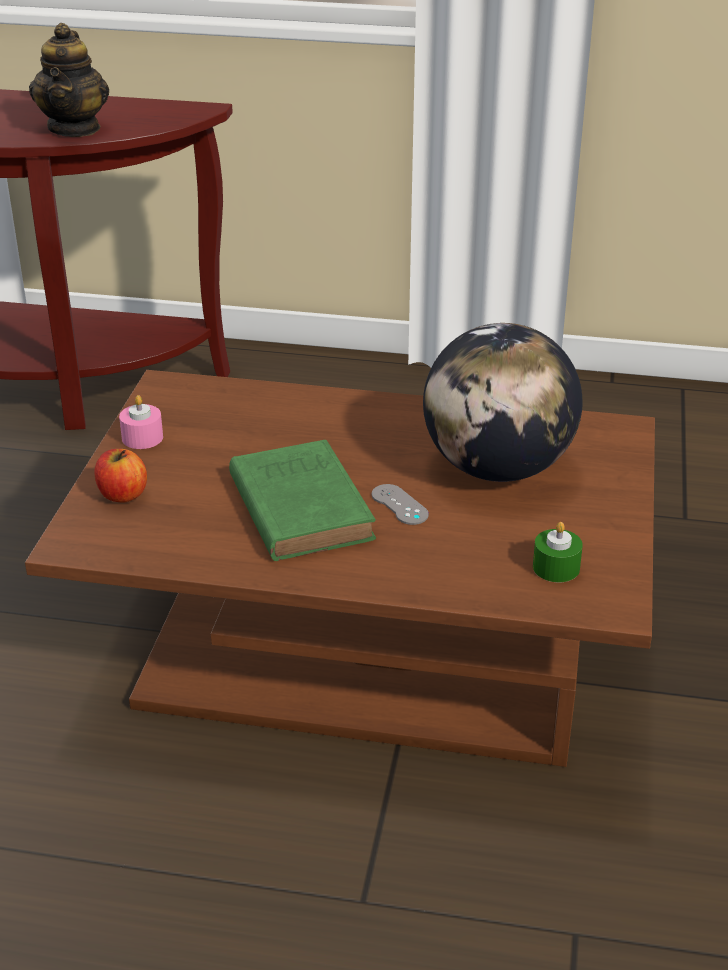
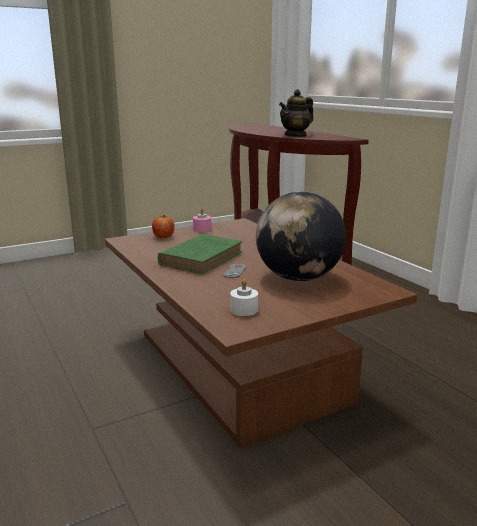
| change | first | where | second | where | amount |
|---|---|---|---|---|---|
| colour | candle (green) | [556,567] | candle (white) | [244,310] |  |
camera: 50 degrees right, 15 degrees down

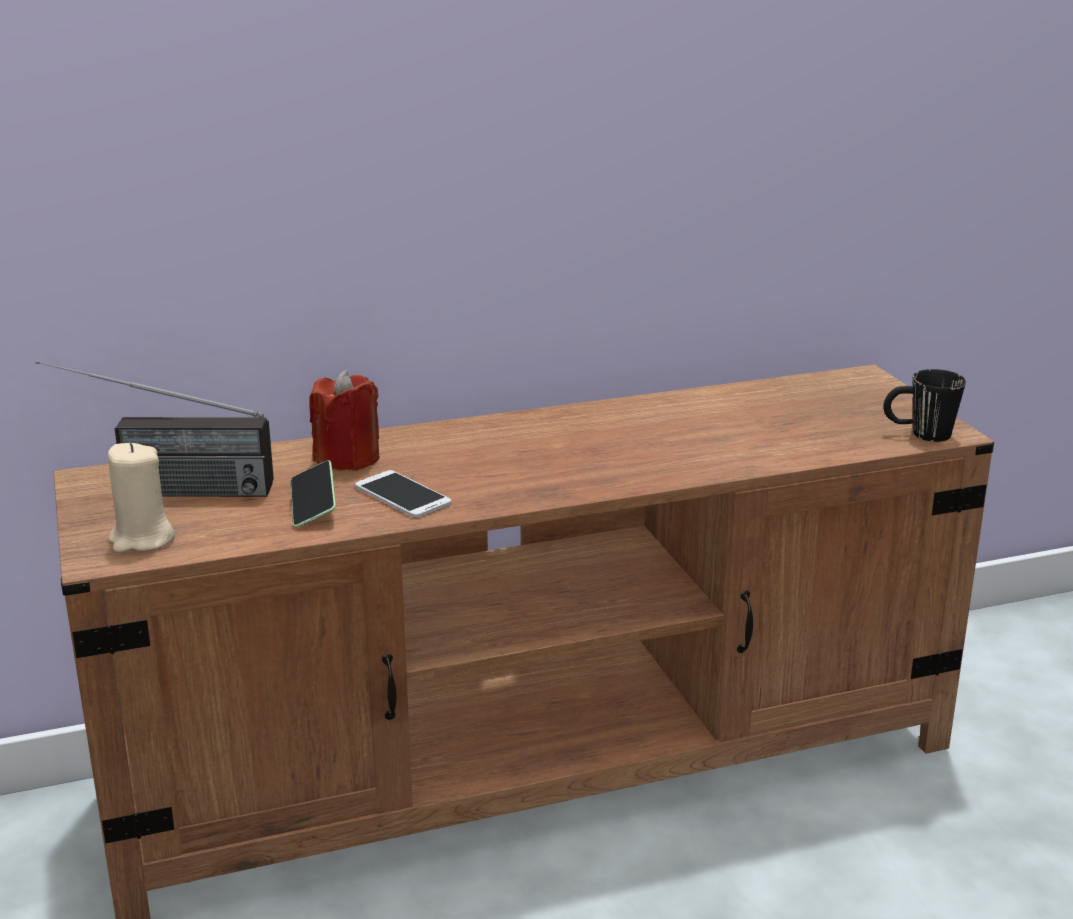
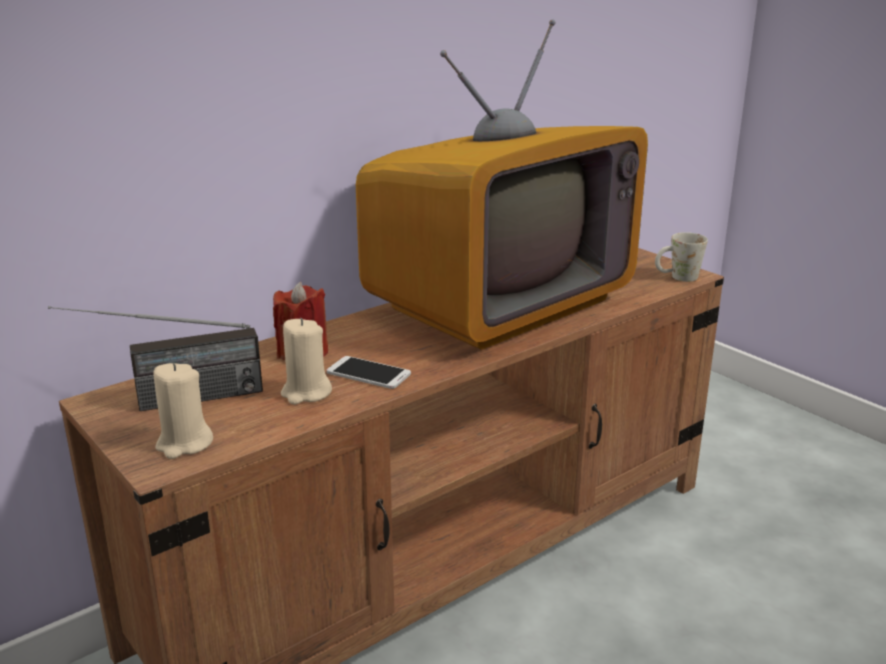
| change | first | where | second | where | amount |
|---|---|---|---|---|---|
| exchanged | phone | [313,506] | candle (beige) | [306,393] |  |
| colour | mug (black) | [919,434] | mug (white) | [677,278] |  |
| appeared |  |  | television | [498,304] |  |
camera: 20 degrees left, 0 degrees up

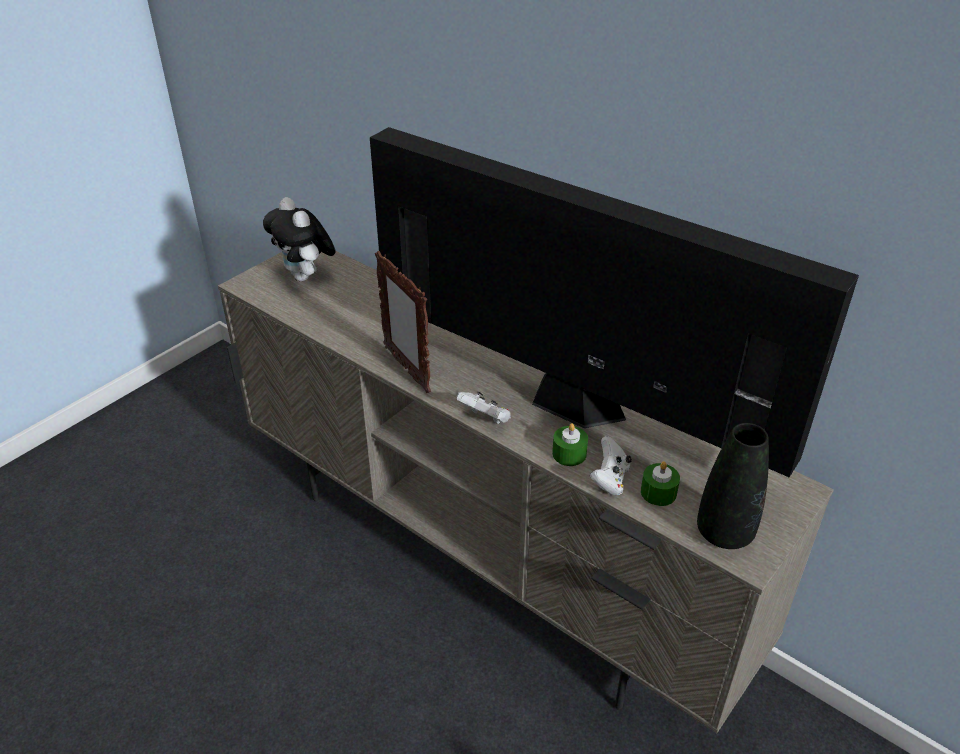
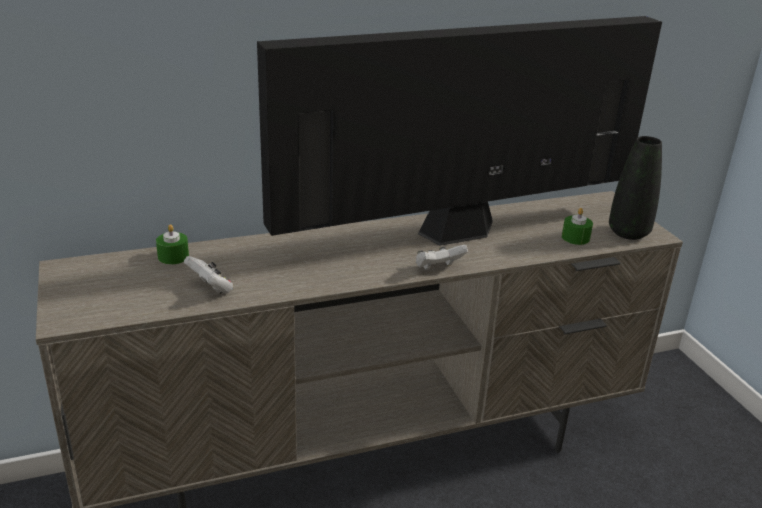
| change | first | where | second | where | amount |
|---|---|---|---|---|---|
| missing | plush toy | [305,277] |  |  |  |
| missing | picture frame | [406,369] |  |  |  |
| relocated | candle (green) | [569,454] |  | [173,256] |  |
| relocated | game controller (white) | [609,479] |  | [211,288] |  |
camera: 60 degrees left, 10 degrees down

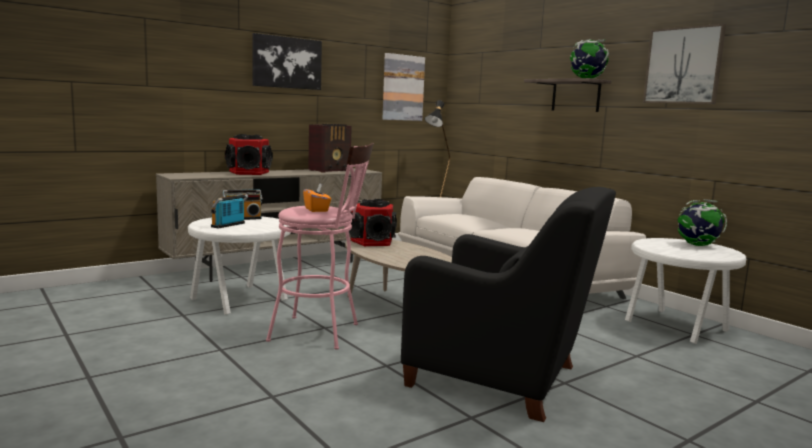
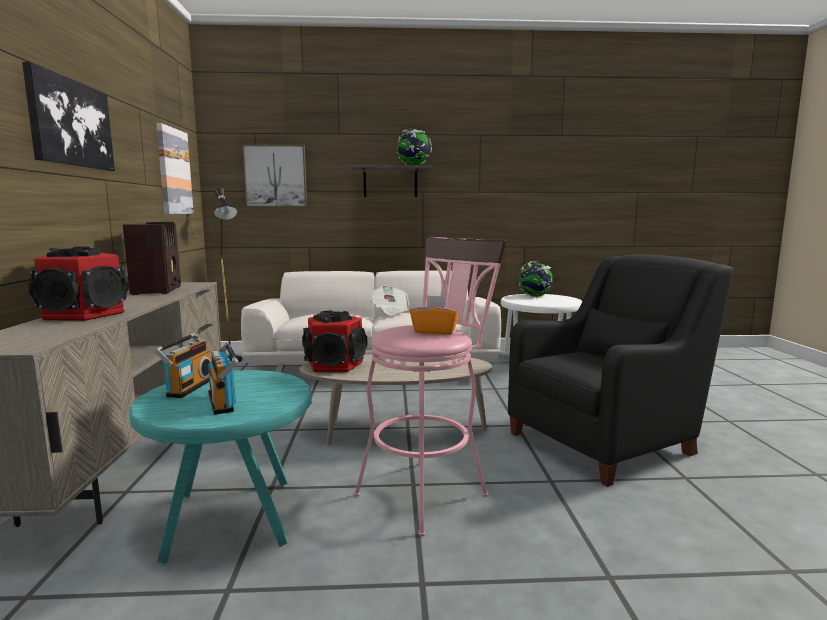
| change | first | where | second | where | amount |
|---|---|---|---|---|---|
| colour | side table (white) | [241,300] | side table (turquoise) | [233,516] |  |
| relocated | picture | [683,65] |  | [275,176] |  |
| appeared |  |  | newspaper | [390,311] |  |
camera: 55 degrees left, 0 degrees up

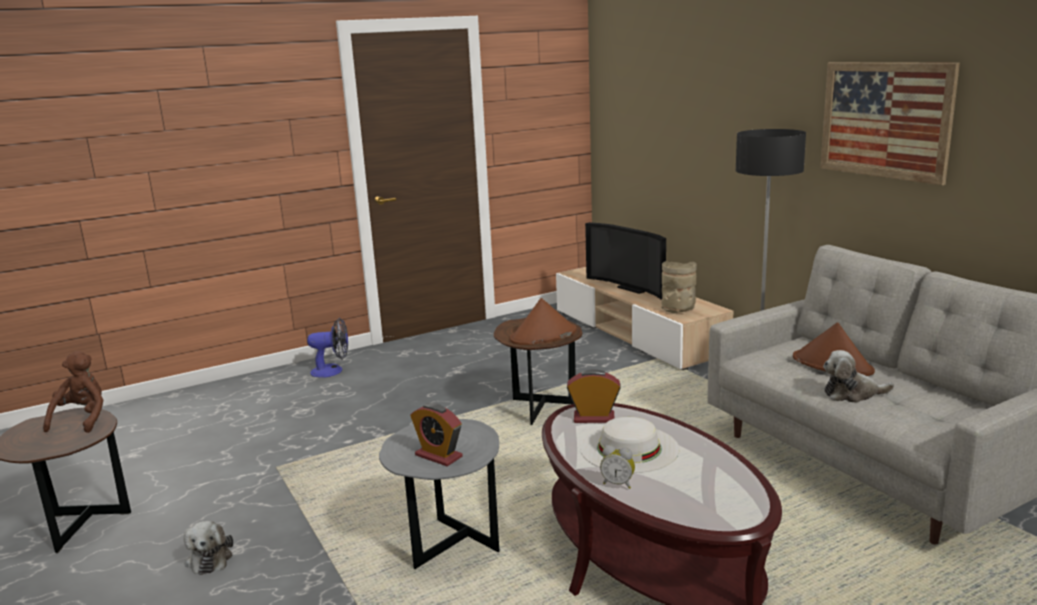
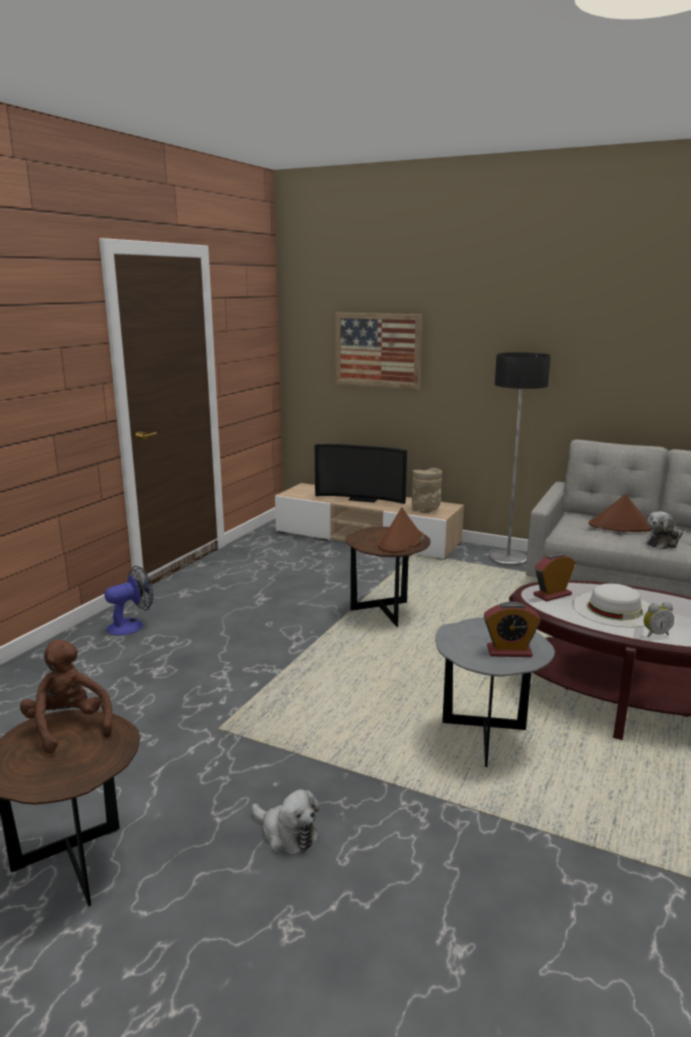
| change | first | where | second | where | amount |
|---|---|---|---|---|---|
| relocated | picture | [885,120] |  | [377,350] |  |
camera: 35 degrees left, 0 degrees up

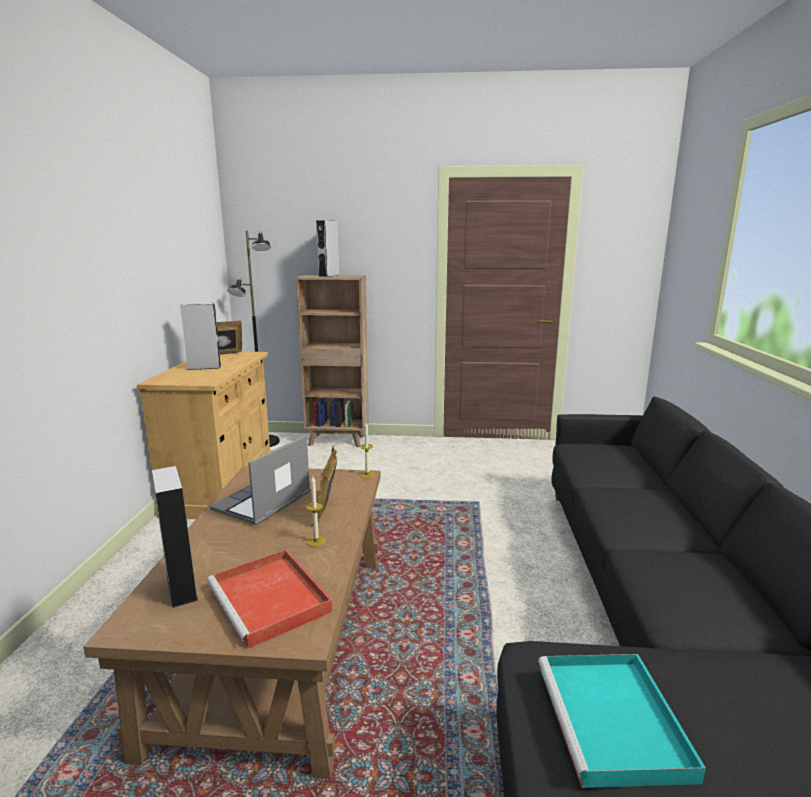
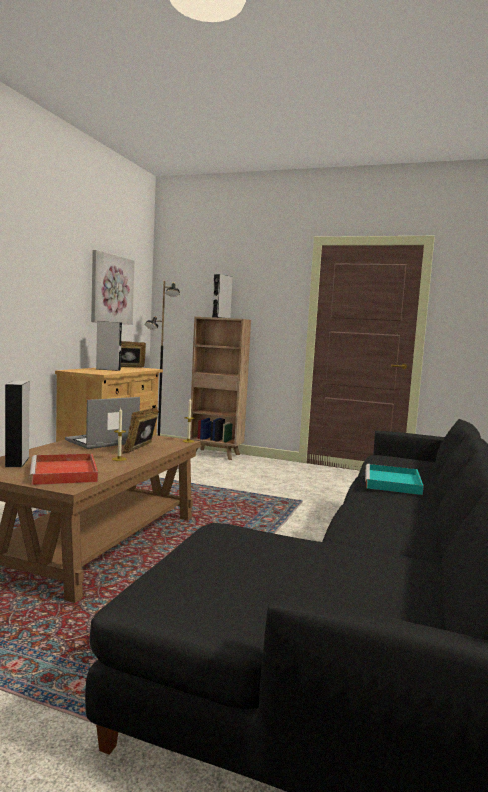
| change | first | where | second | where | amount |
|---|---|---|---|---|---|
| relocated | tray (turquoise) | [614,723] |  | [393,483] |  |
| appeared |  |  | picture | [111,289] |  |
camera: 15 degrees right, 10 degrees down

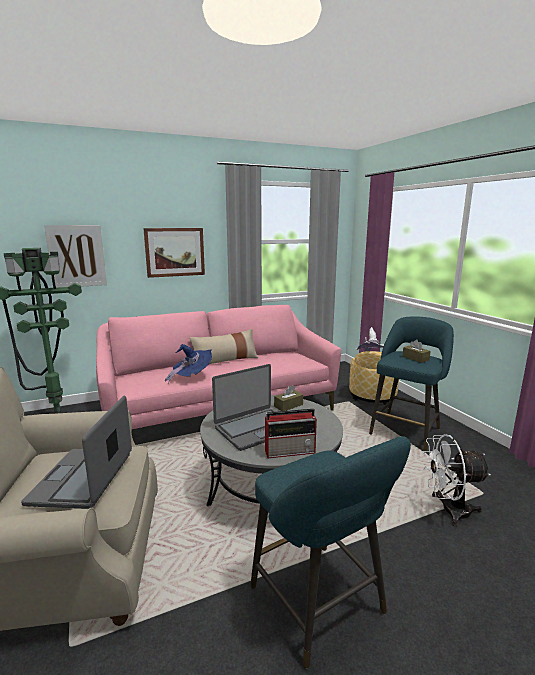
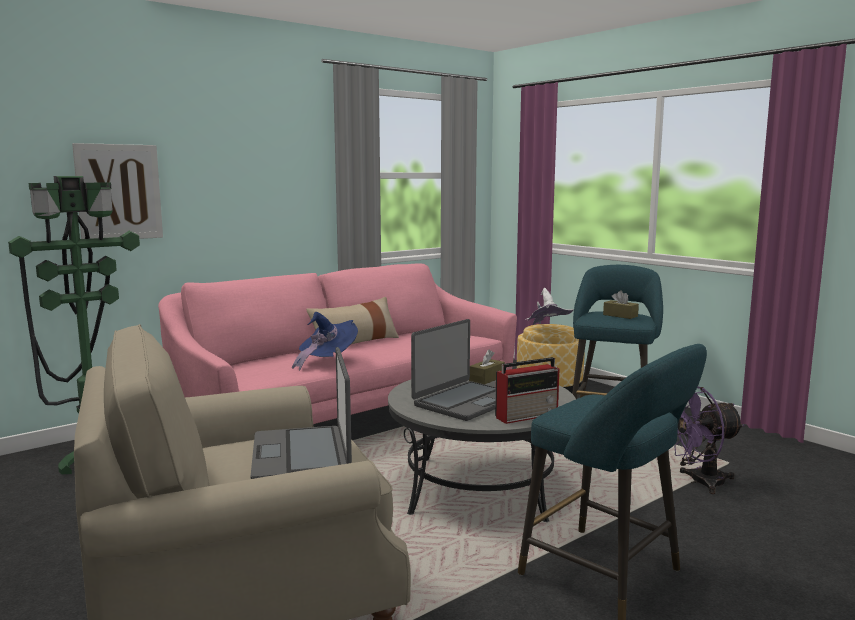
| change | first | where | second | where | amount |
|---|---|---|---|---|---|
| missing | picture | [175,252] |  |  |  |
| colour | fan (white) | [448,511] | fan (purple) | [699,482] |  |
camera: 15 degrees left, 5 degrees down

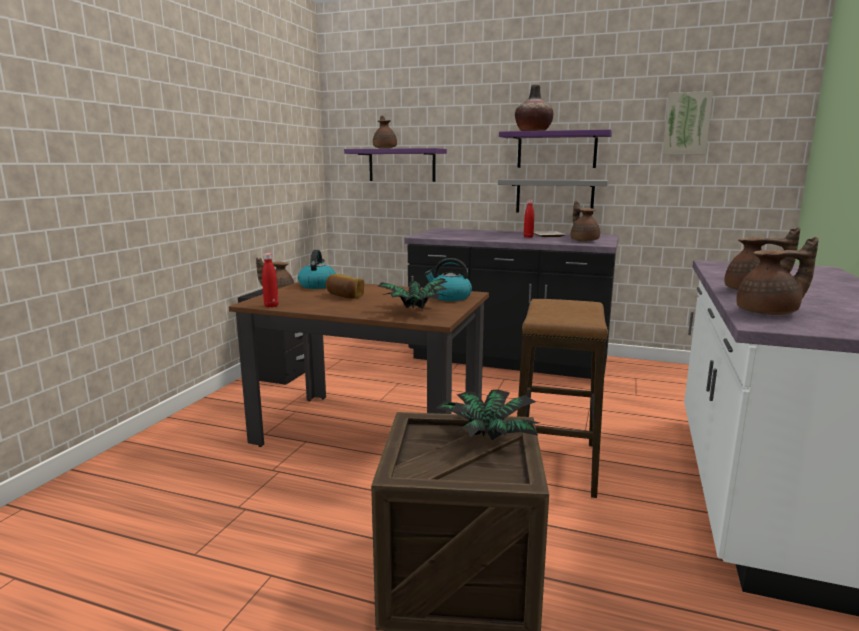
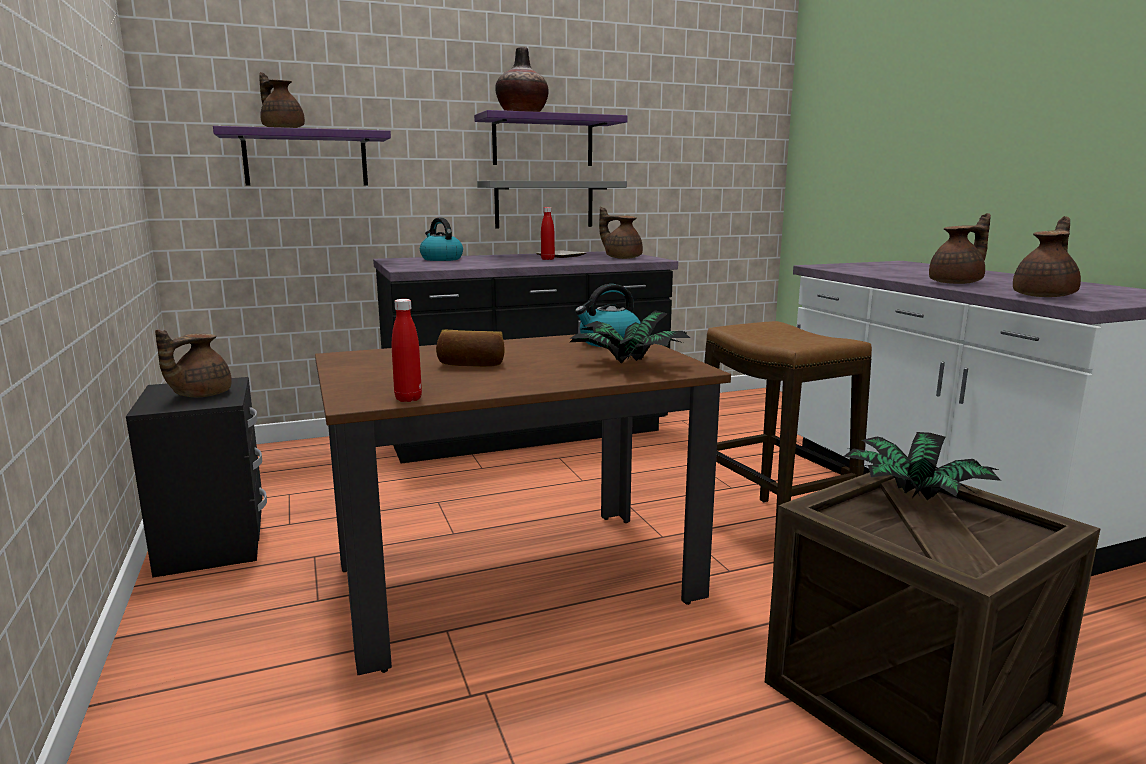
| change | first | where | second | where | amount |
|---|---|---|---|---|---|
| relocated | kettle | [317,285] |  | [441,259] |  |
| missing | picture | [686,124] |  |  |  |
camera: 40 degrees left, 0 degrees up

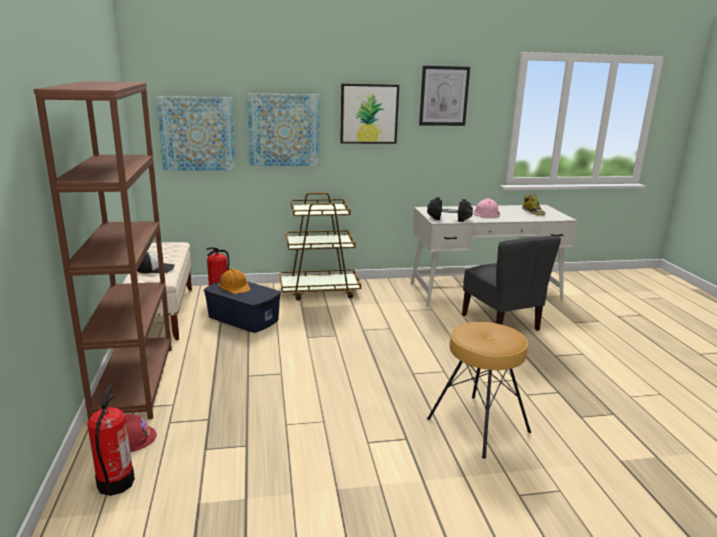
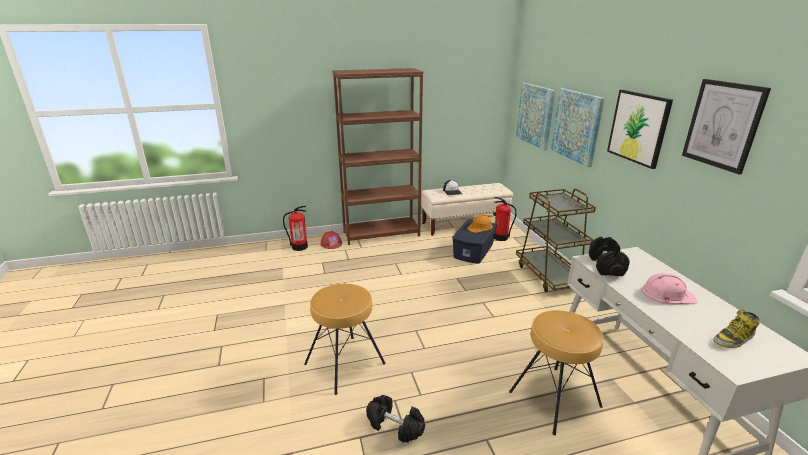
| change | first | where | second | where | amount |
|---|---|---|---|---|---|
| exchanged | chair (grey) | [501,322] | stool (brown) | [554,398] |  |
| appeared |  |  | dumbbell (black) | [394,426] |  |
camera: 85 degrees right, 5 degrees up

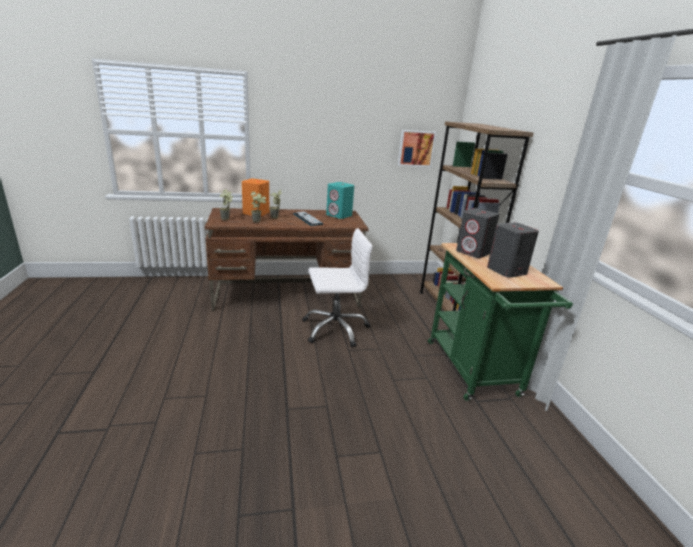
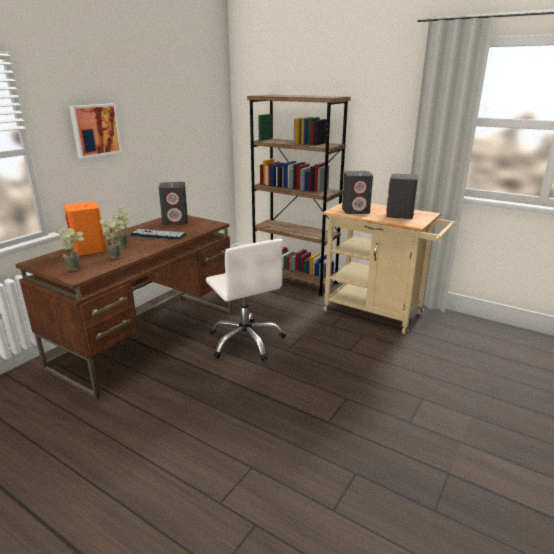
| change | first | where | second | where | amount |
|---|---|---|---|---|---|
| spun | office chair (white) | [335,329] |  | [246,341] | 120 degrees clockwise |
| colour | speaker (turquoise) | [339,215] | speaker (grey) | [175,221] |  |
| relocated | picture | [416,148] |  | [95,130] |  |
| colour | cart (green) | [475,372] | cart (beige) | [378,313] |  |
camera: 45 degrees left, 0 degrees up

